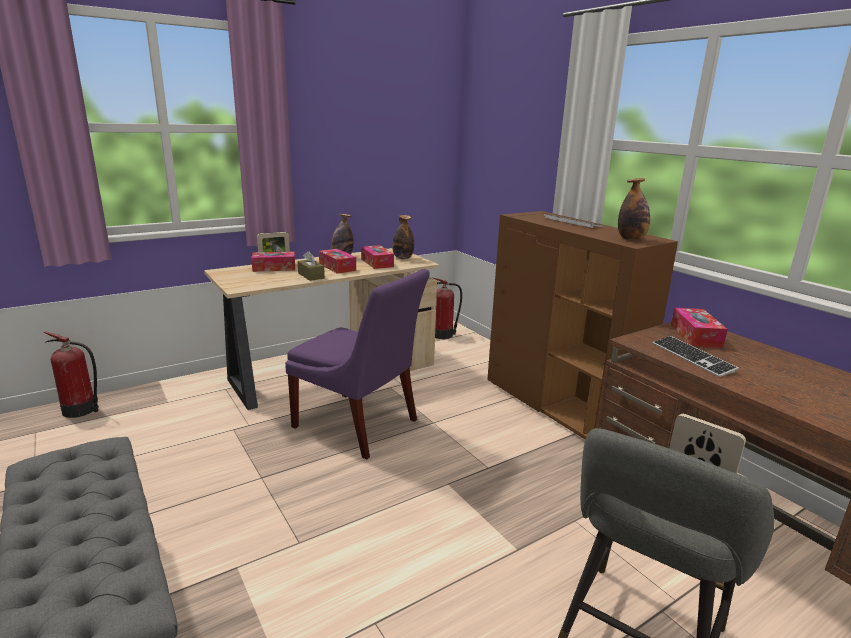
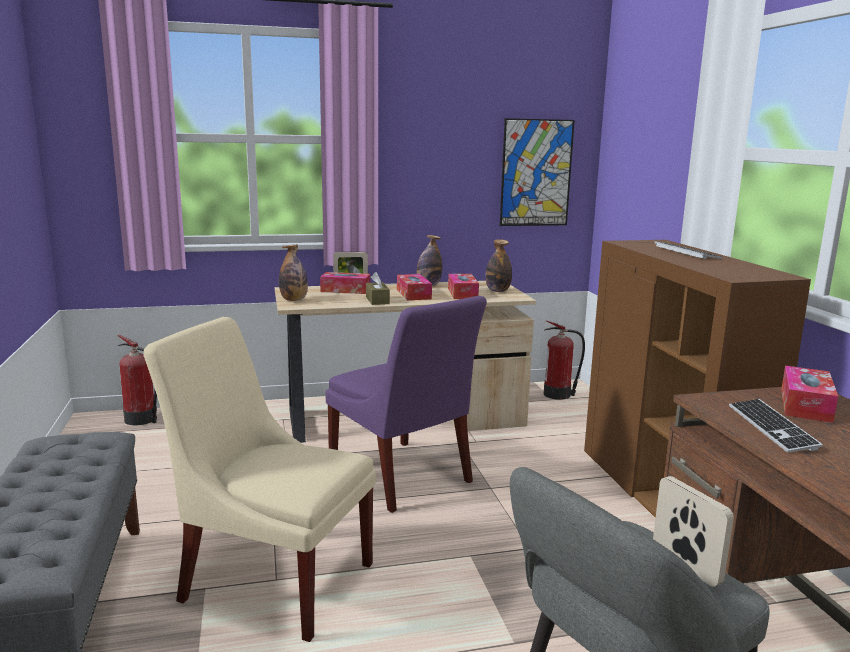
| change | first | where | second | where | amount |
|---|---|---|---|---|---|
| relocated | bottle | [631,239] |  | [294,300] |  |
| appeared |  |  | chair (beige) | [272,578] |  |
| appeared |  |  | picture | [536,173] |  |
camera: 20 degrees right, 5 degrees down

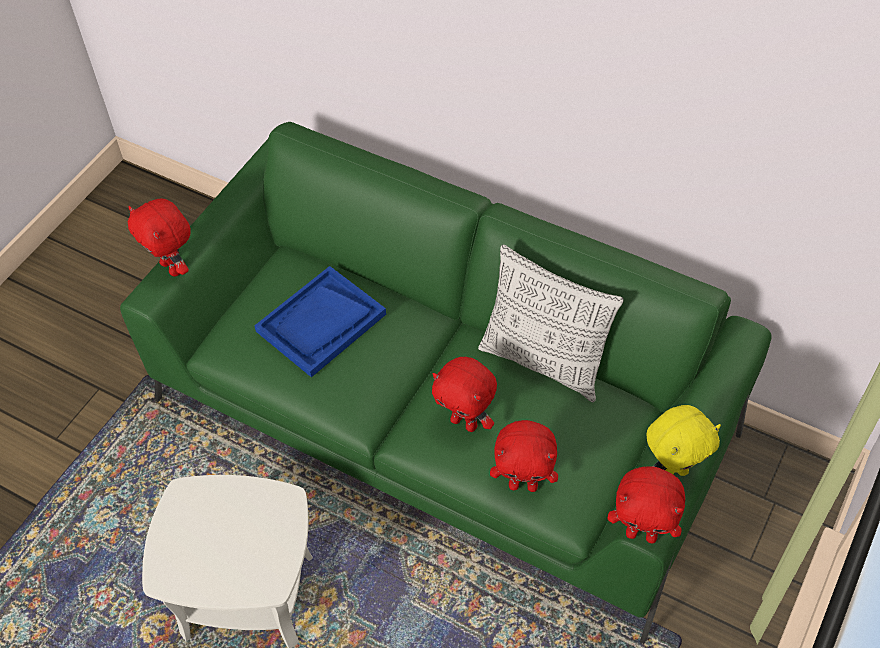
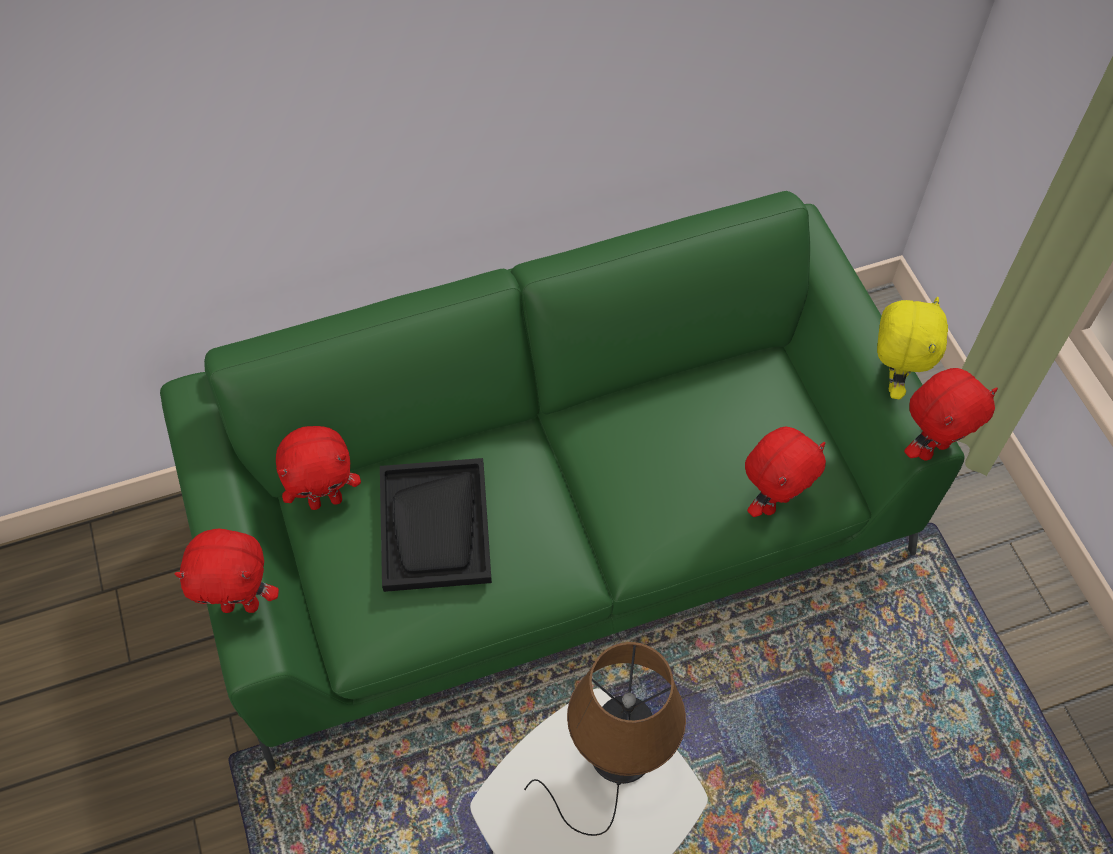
| change | first | where | second | where | amount |
|---|---|---|---|---|---|
| colour | tray (blue) | [321,323] | tray (black) | [435,526] |  |
| relocated | plush toy (red) | [465,422] |  | [326,500] |  |
| missing | pillow | [544,362] |  |  |  |
| appeared |  |  | table lamp (brown) | [616,758] |  |
camera: 50 degrees left, 5 degrees up

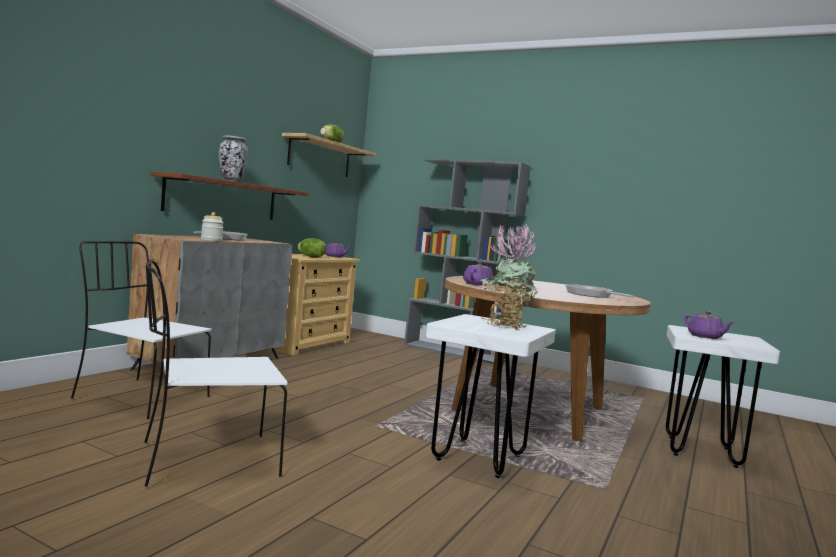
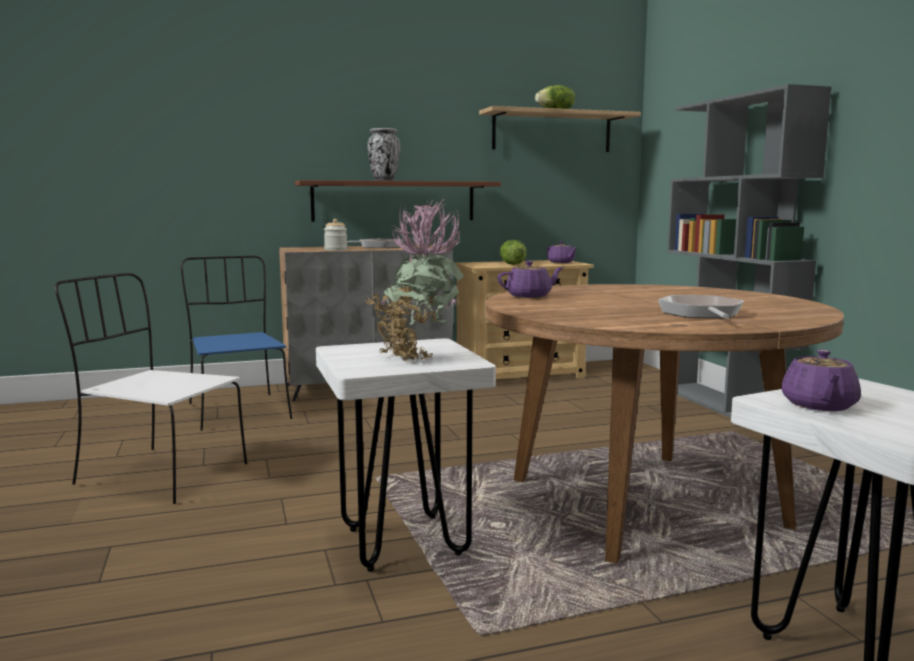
| change | first | where | second | where | amount |
|---|---|---|---|---|---|
| colour | chair (white) | [139,397] | chair (blue) | [237,411] |  |
camera: 45 degrees right, 5 degrees up

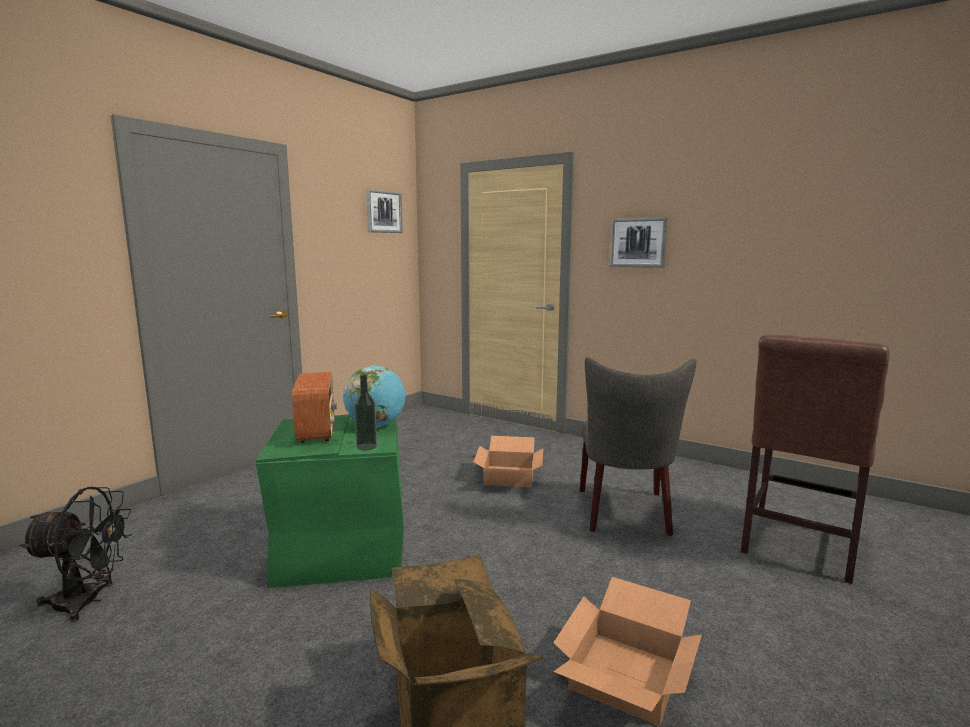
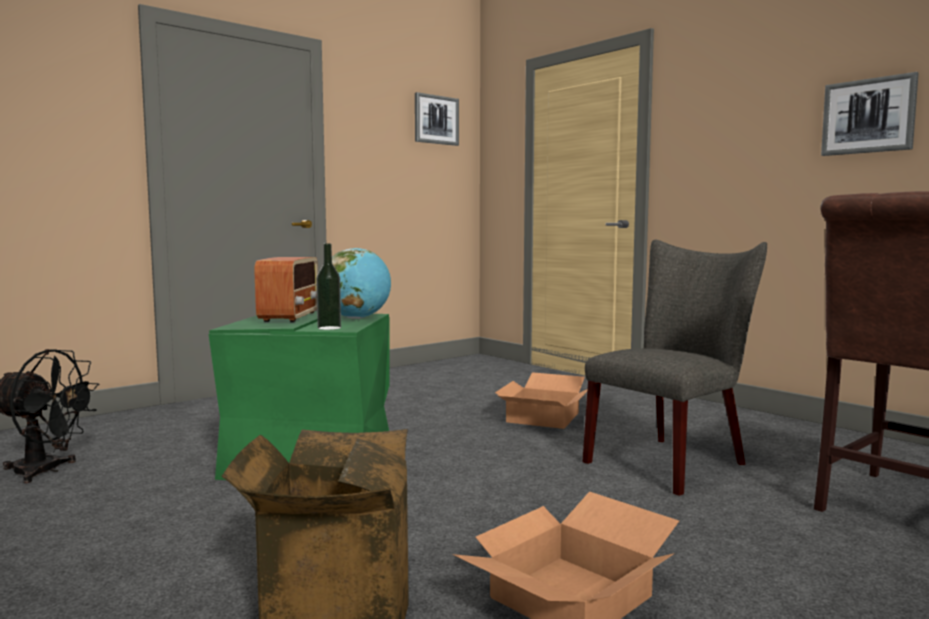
| change | first | where | second | where | amount |
|---|---|---|---|---|---|
| spun | chair (grey) | [625,514] |  | [672,461] | 150 degrees counterclockwise |
| relocated | picture | [638,242] |  | [868,116] |  |
camera: 15 degrees right, 5 degrees down

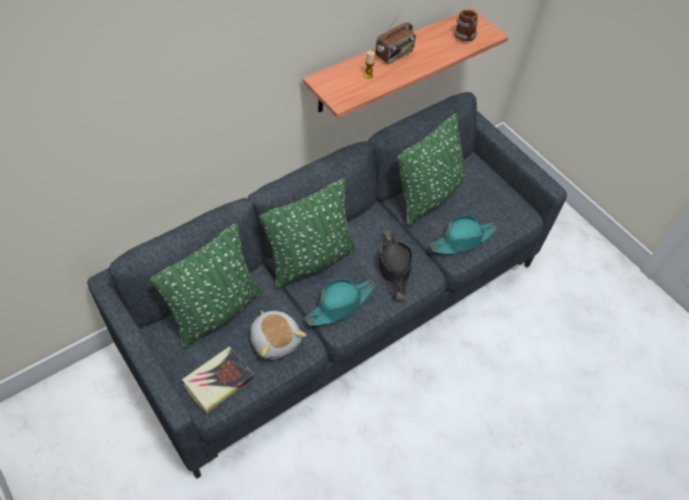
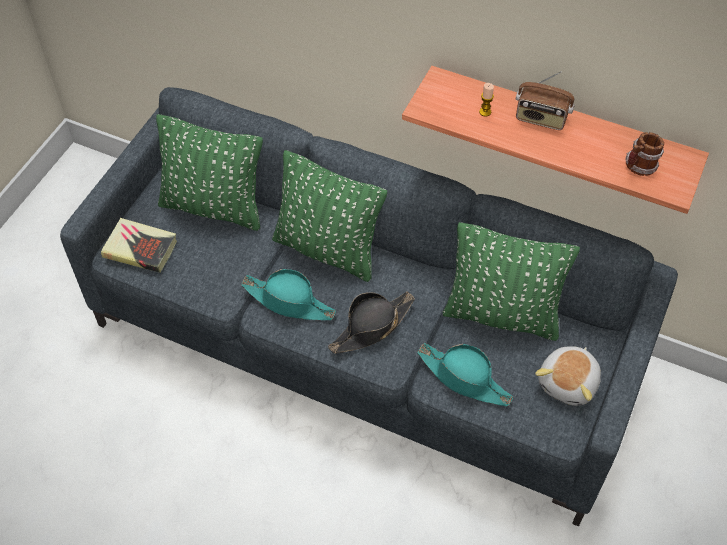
| change | first | where | second | where | amount |
|---|---|---|---|---|---|
| relocated | plush toy | [275,340] |  | [569,383] |  |
camera: 65 degrees right, 0 degrees up

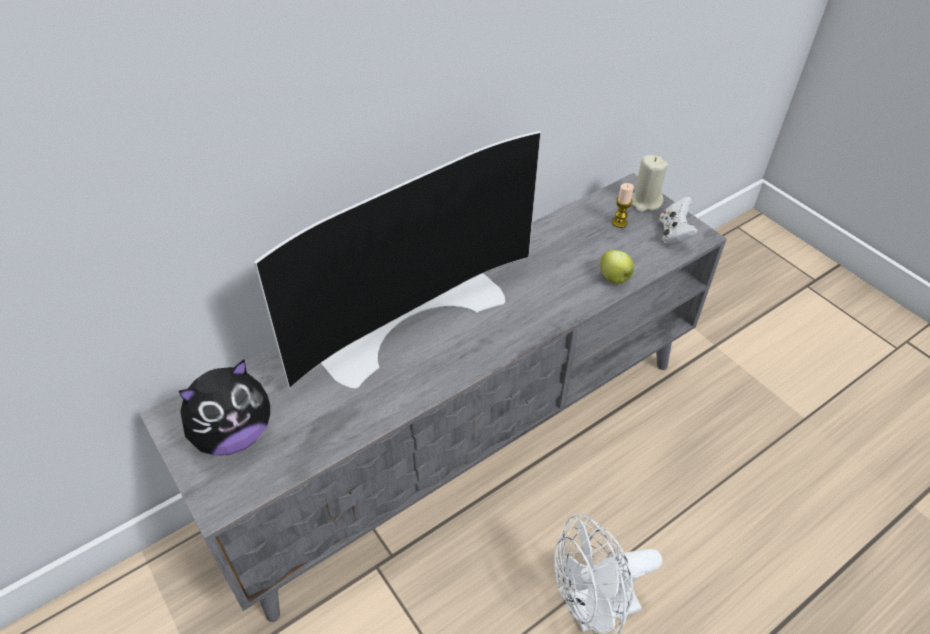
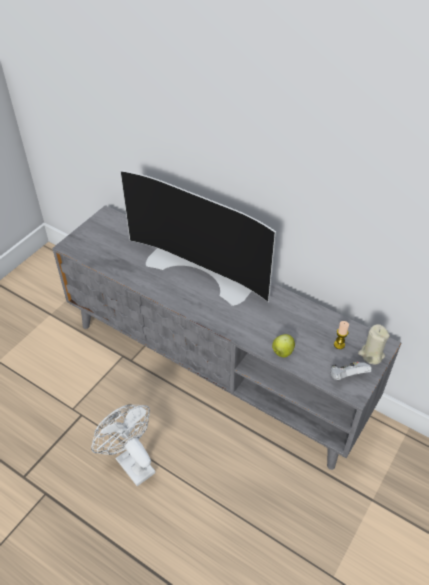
| change | first | where | second | where | amount |
|---|---|---|---|---|---|
| missing | plush toy | [234,435] |  |  |  |
camera: 70 degrees right, 0 degrees up

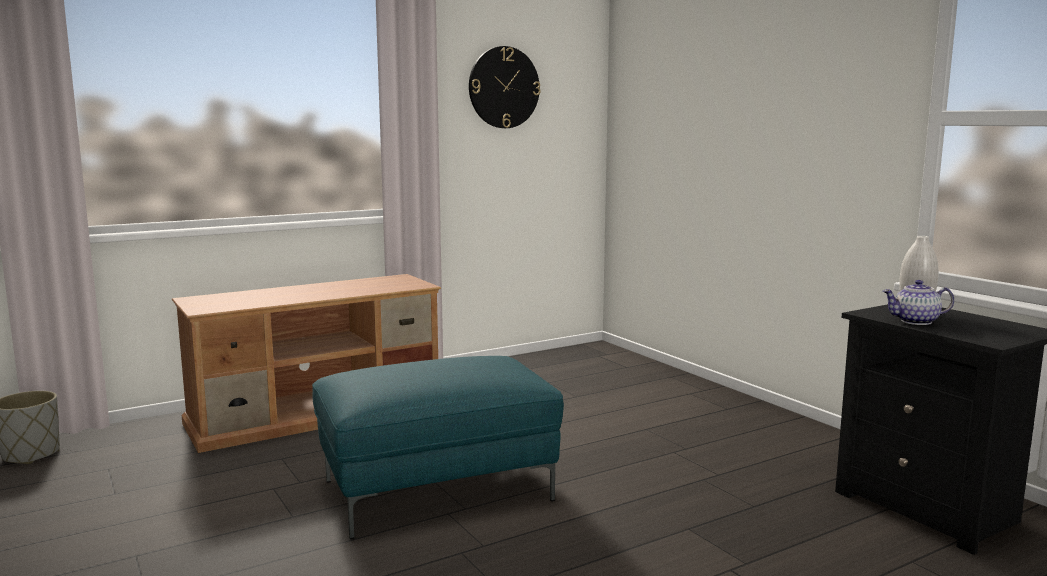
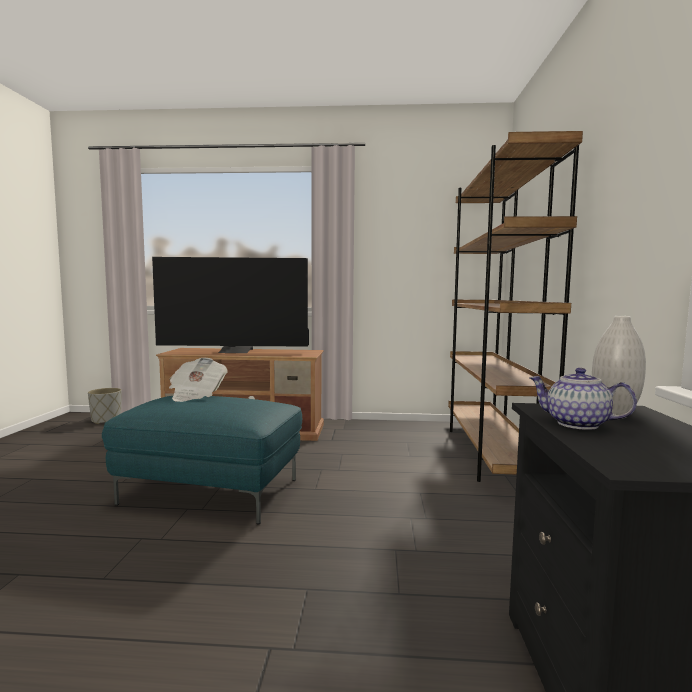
| change | first | where | second | where | amount |
|---|---|---|---|---|---|
| missing | wall clock | [504,87] |  |  |  |
| appeared |  |  | television | [235,351] |  |
| appeared |  |  | newspaper | [196,395] |  |
| appeared |  |  | bookcase (brown) | [490,453] |  |
camera: 35 degrees right, 5 degrees down

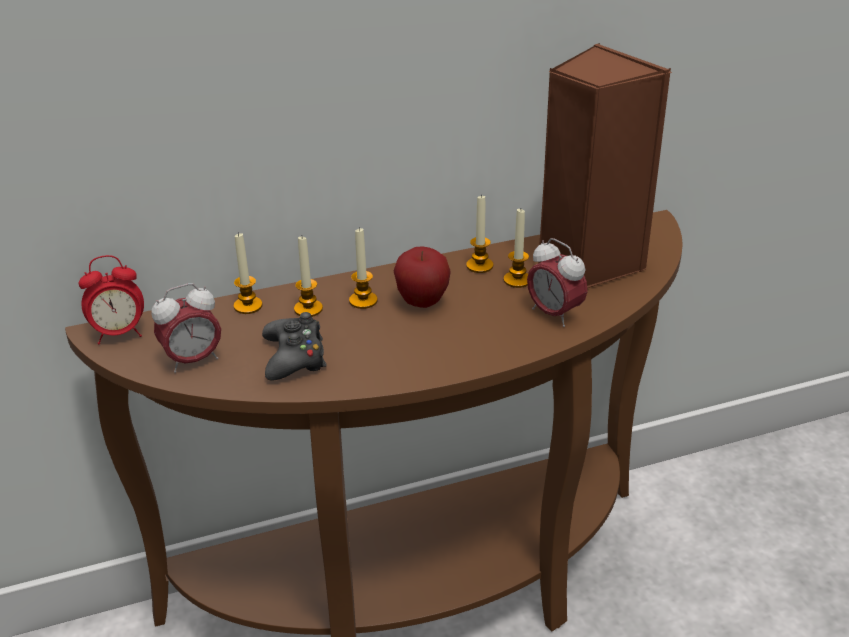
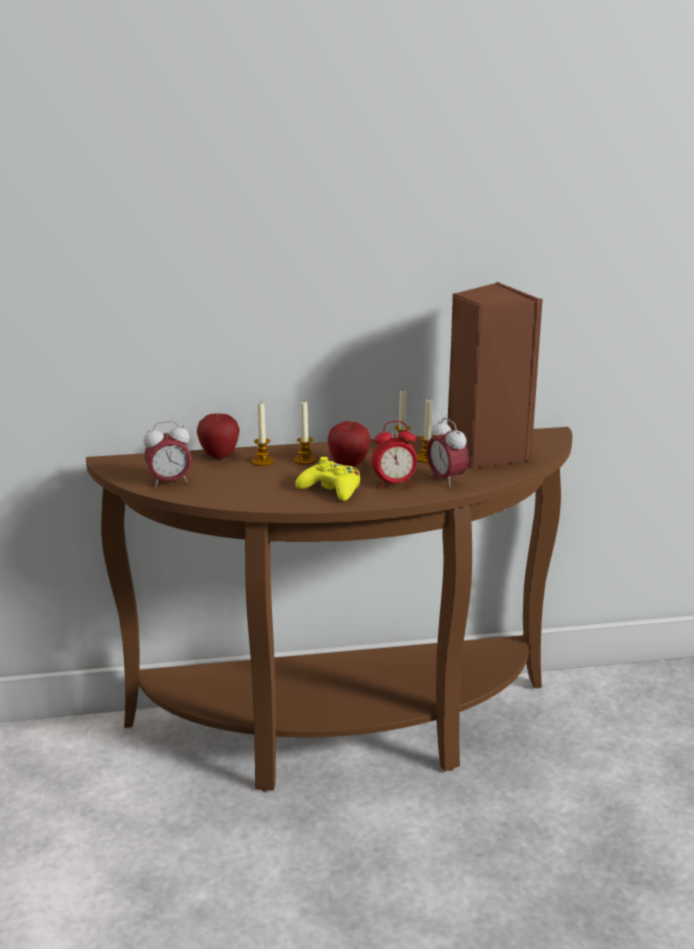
| change | first | where | second | where | amount |
|---|---|---|---|---|---|
| relocated | alarm clock | [119,334] |  | [394,484] |  |
| exchanged | candle | [248,306] | apple | [219,456] |  |
| missing | game controller (black) | [294,357] |  |  |  |
| appeared |  |  | game controller (yellow) | [331,489] |  |
camera: 10 degrees right, 10 degrees down

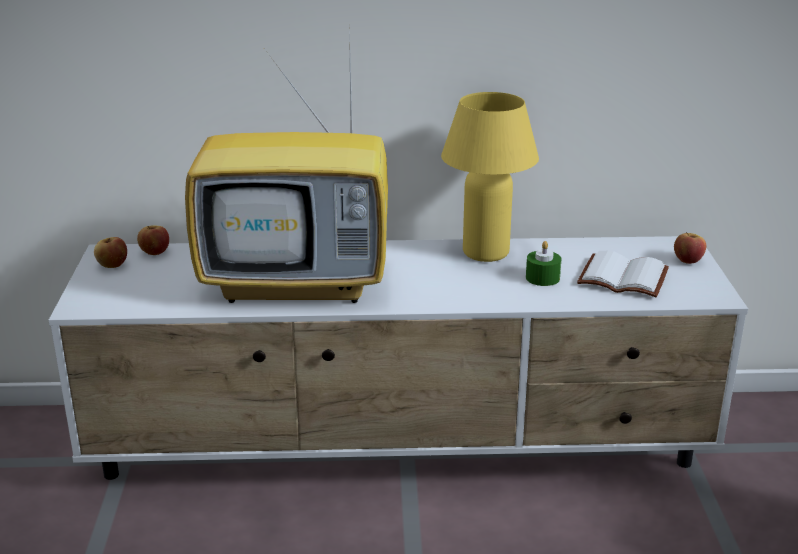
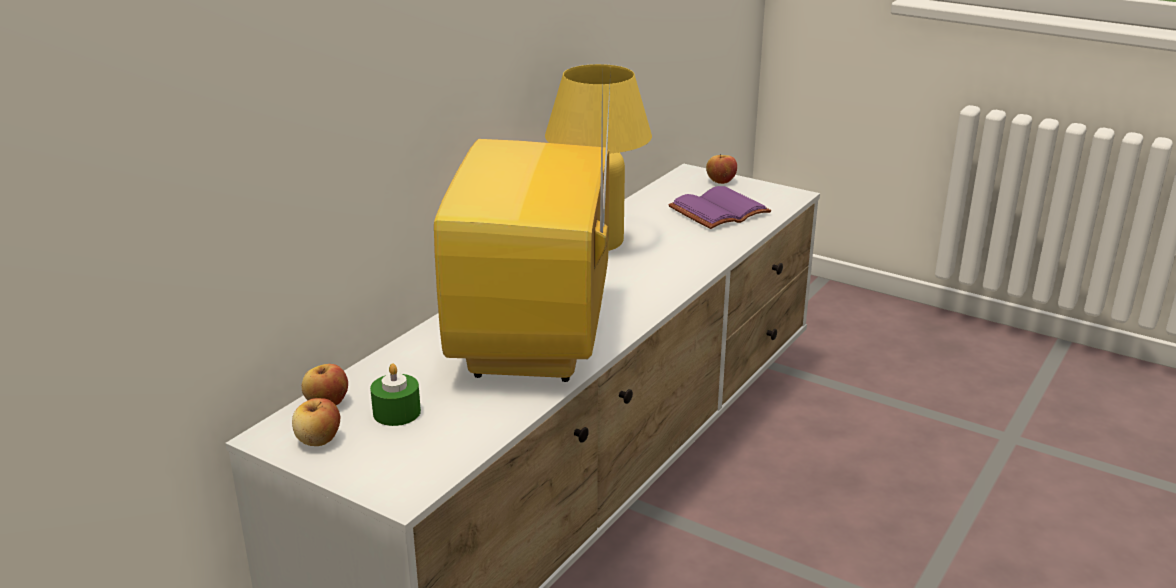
| change | first | where | second | where | amount |
|---|---|---|---|---|---|
| spun | television | [300,283] |  | [536,342] | 150 degrees clockwise |
| relocated | candle (green) | [542,278] |  | [396,412] |  |
| colour | book (white) | [621,278] | book (purple) | [719,212] |  |
camera: 55 degrees left, 0 degrees up

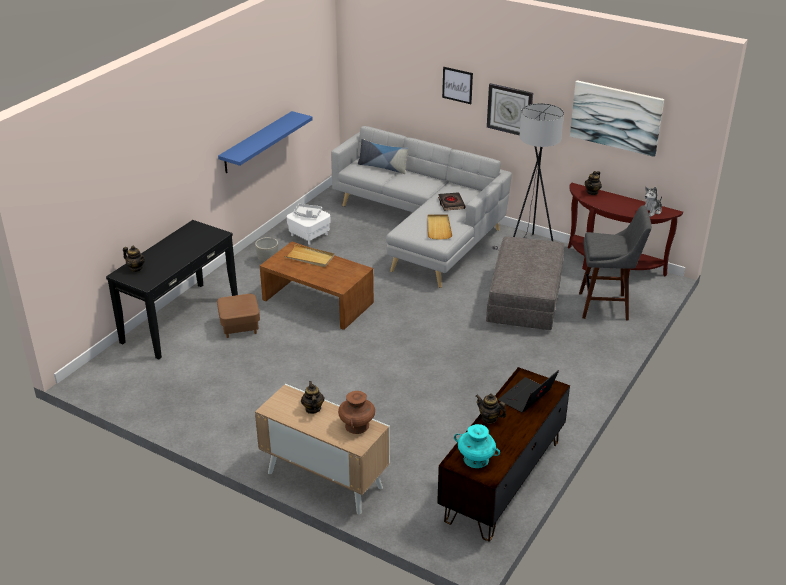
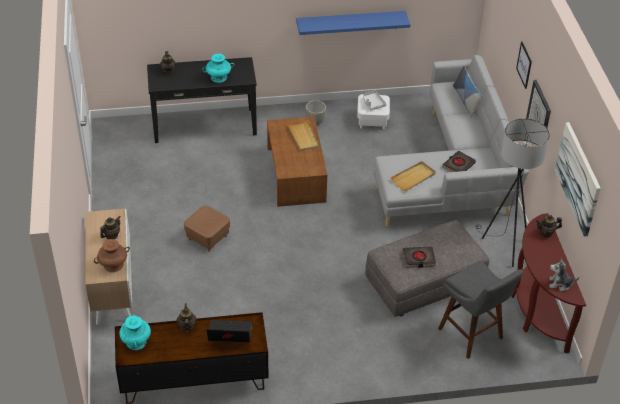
| change | first | where | second | where | amount |
|---|---|---|---|---|---|
| relocated | ottoman (brown) | [240,327] |  | [208,237] |  |
| appeared |  |  | vase (turquoise) | [218,77] |  |
| appeared |  |  | book (black) | [418,259] |  |
camera: 50 degrees right, 10 degrees up

